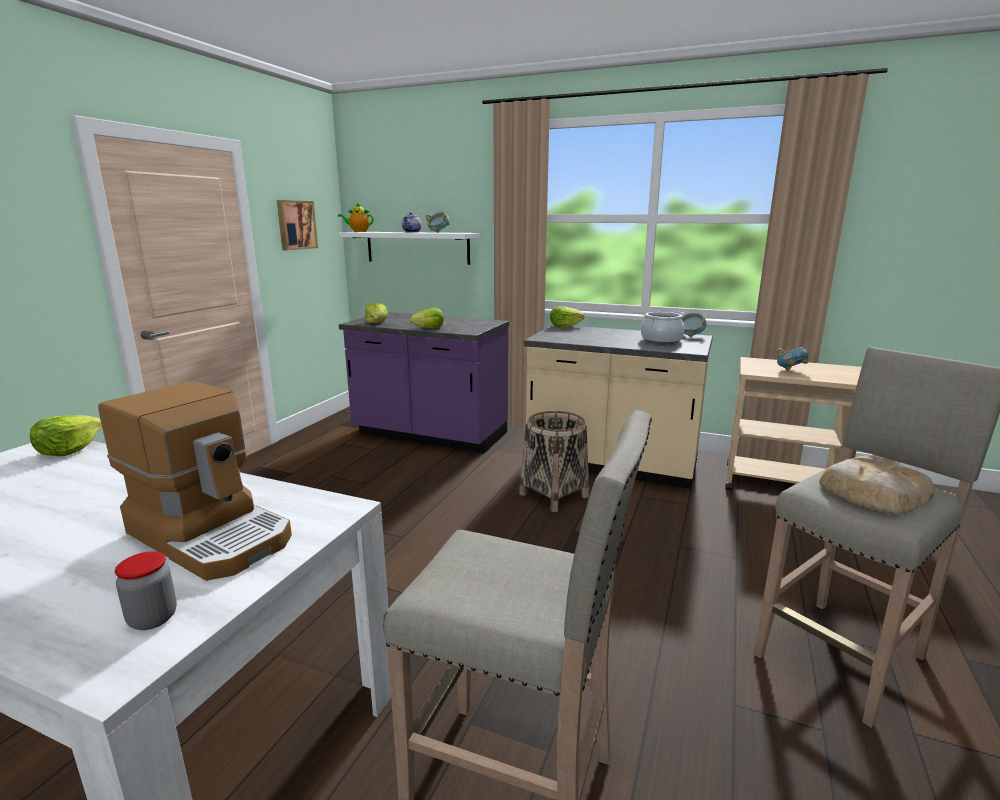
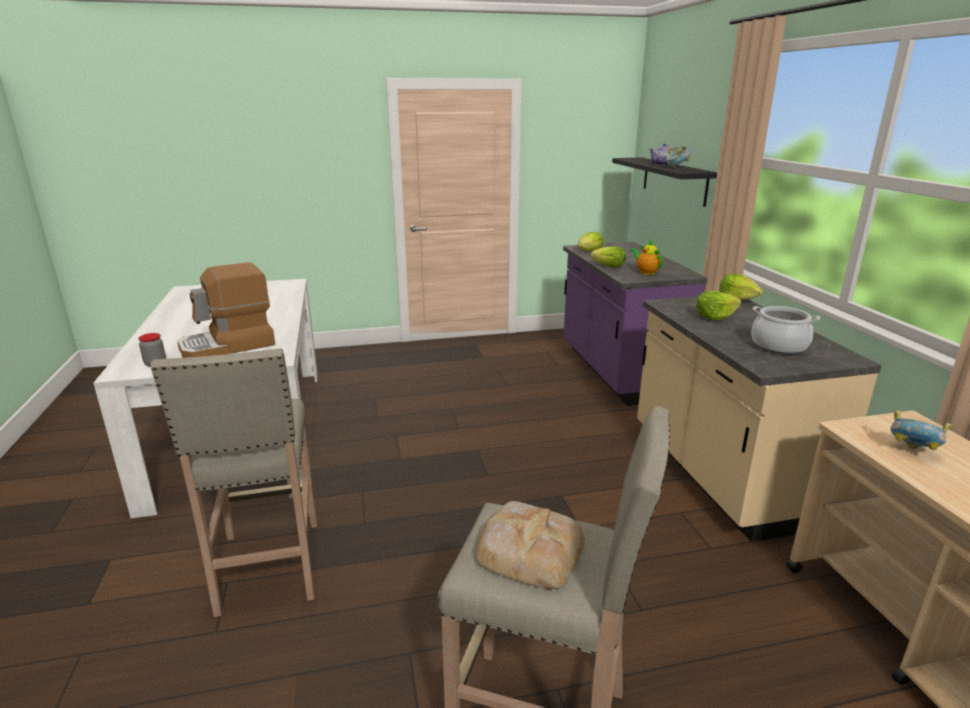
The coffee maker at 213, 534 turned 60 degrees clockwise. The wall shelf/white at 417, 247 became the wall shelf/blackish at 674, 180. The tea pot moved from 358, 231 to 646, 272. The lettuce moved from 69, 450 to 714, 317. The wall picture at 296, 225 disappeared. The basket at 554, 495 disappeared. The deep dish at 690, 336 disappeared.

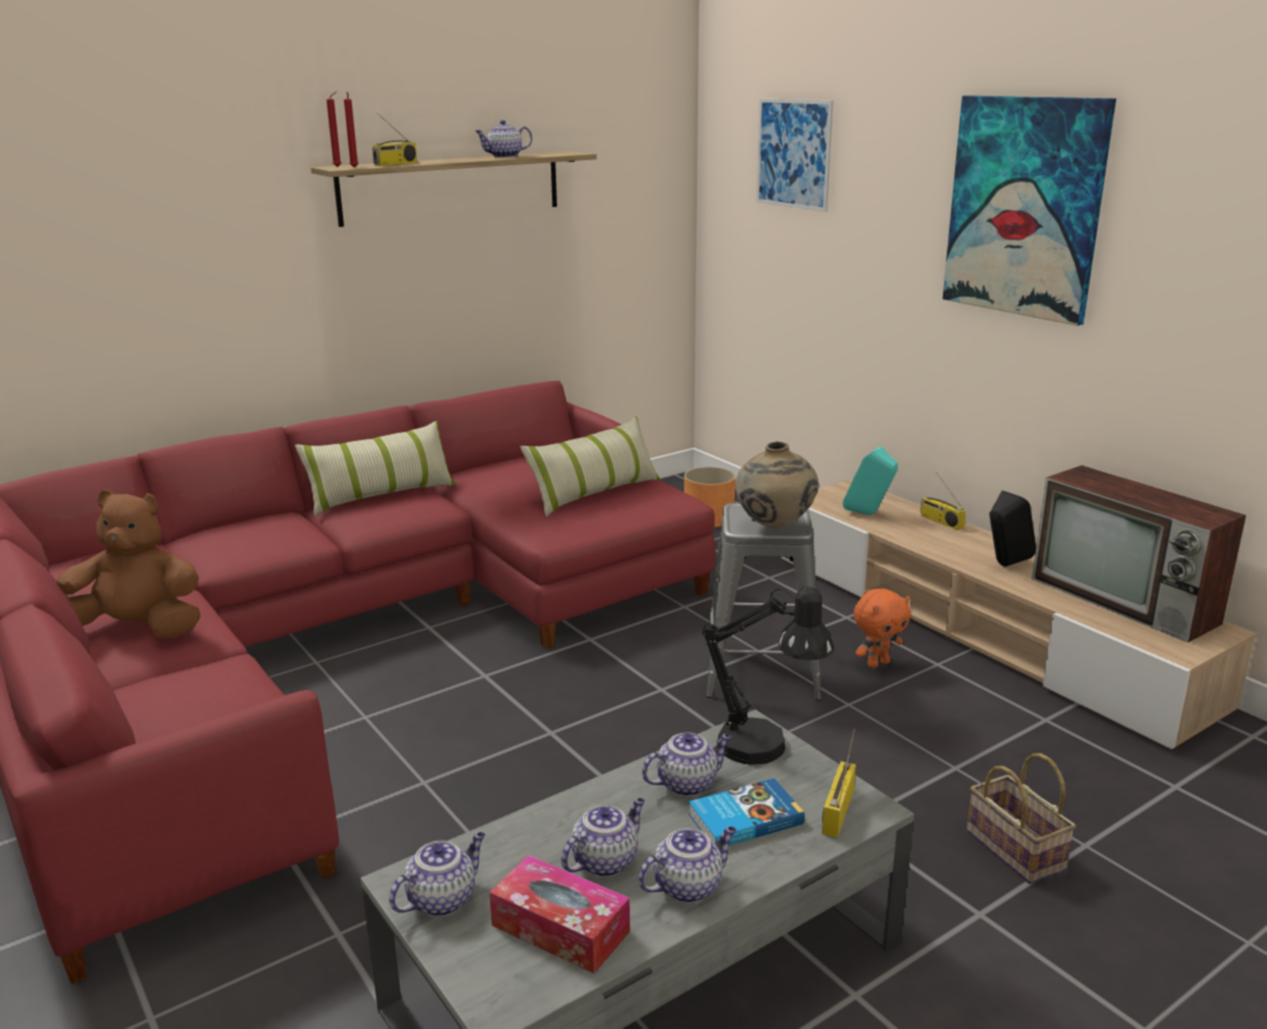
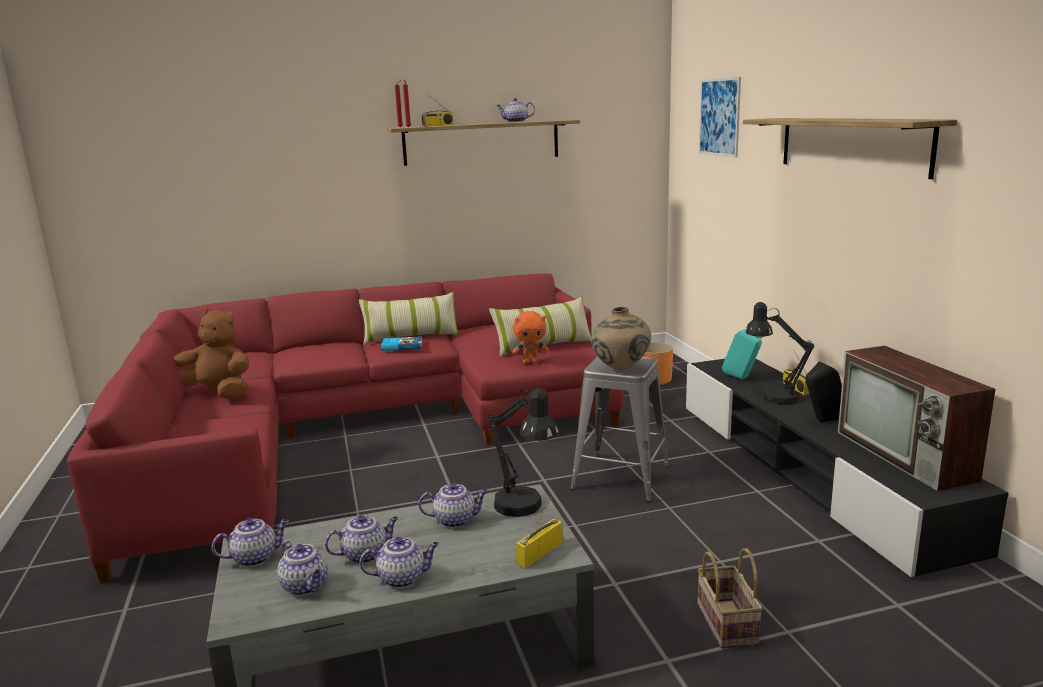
The tissue holder at 560, 928 was replaced by the tea pot at 306, 586. The book moved from 744, 818 to 401, 346. The plush toy/orange moved from 877, 663 to 531, 362. The tv unit/beige at 980, 628 became the tv unit/blackish at 810, 471. The wall picture at 1024, 207 was replaced by the wall shelf at 851, 144. The tabletop lamp/blackish at 773, 396 appeared.

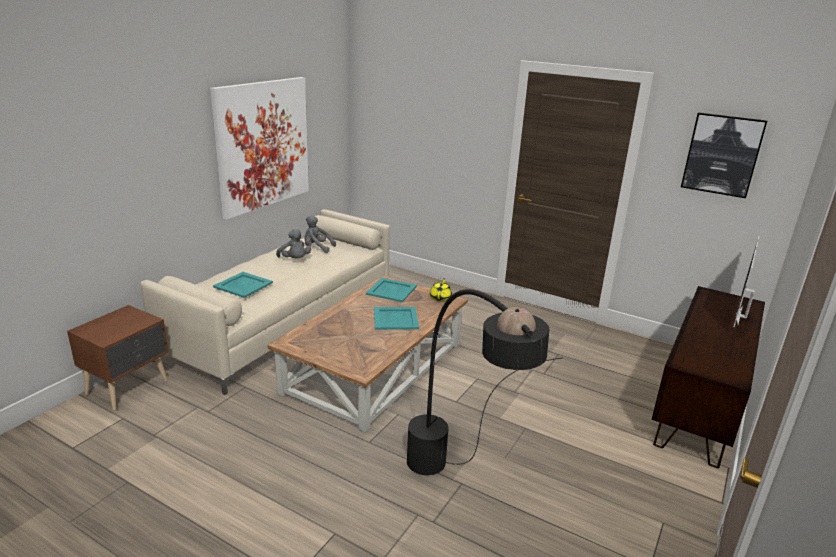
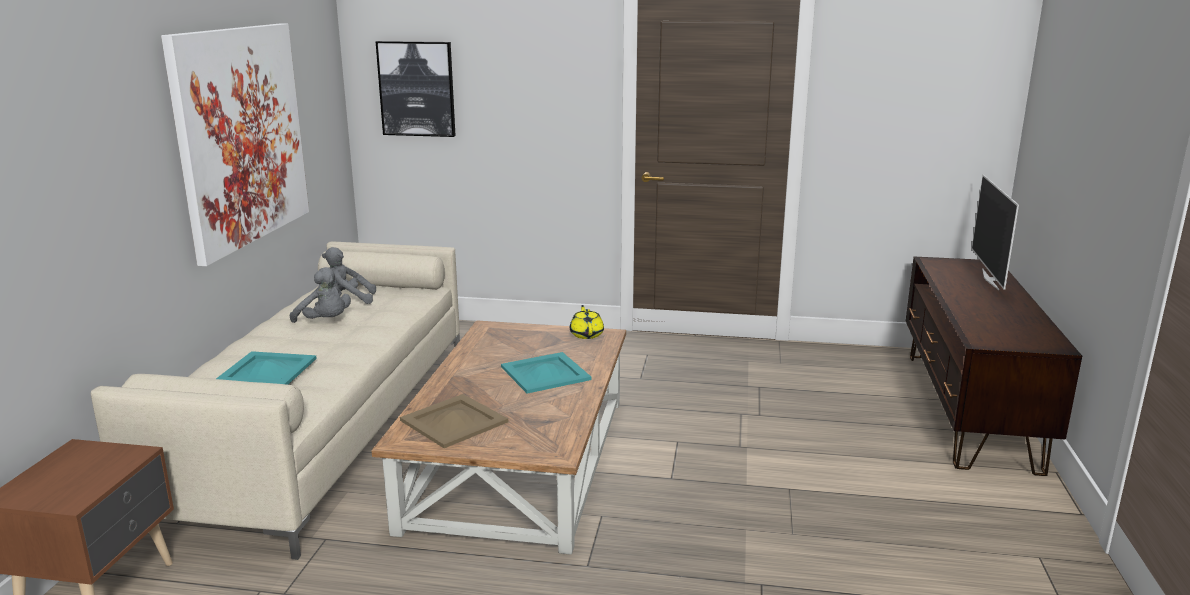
The wall picture moved from 722, 155 to 417, 89. The tray/beige at 454, 422 appeared. The tray/turquoise-coloured at 391, 290 disappeared. The standard lamp/blackish at 465, 490 disappeared.

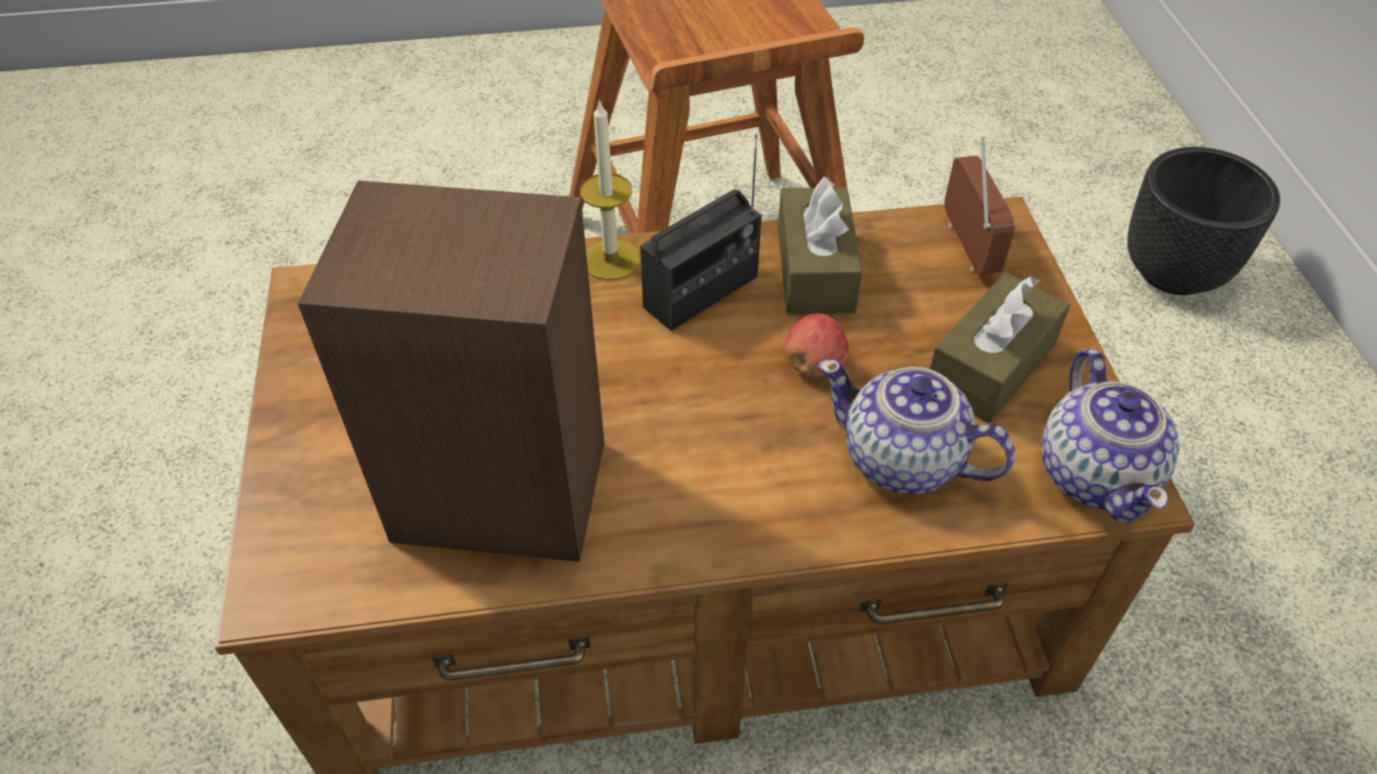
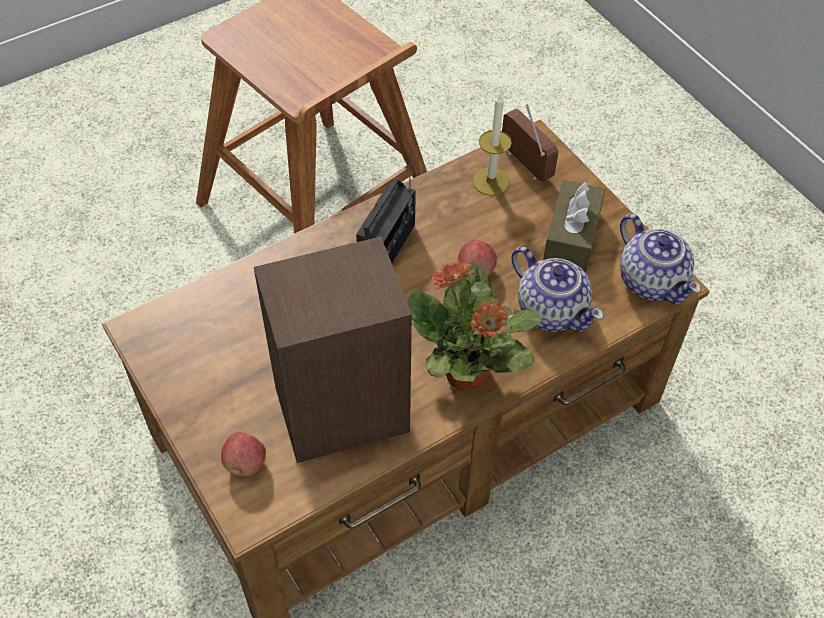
The apple fruit at 246, 463 appeared. The plant in a pot at 467, 374 appeared. The wax light moved from 611, 260 to 491, 181. The tea pot at 903, 460 turned 135 degrees counterclockwise. The tissue holder/brown-coloured at 815, 270 disappeared. The plant pot/blackish at 1175, 273 disappeared.

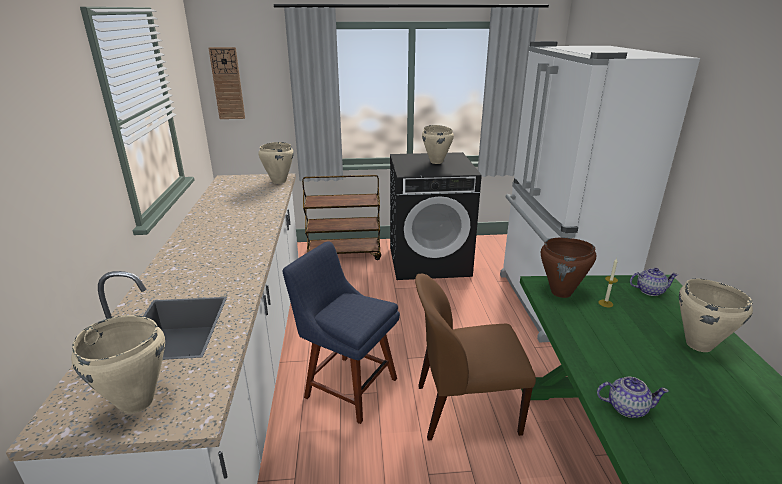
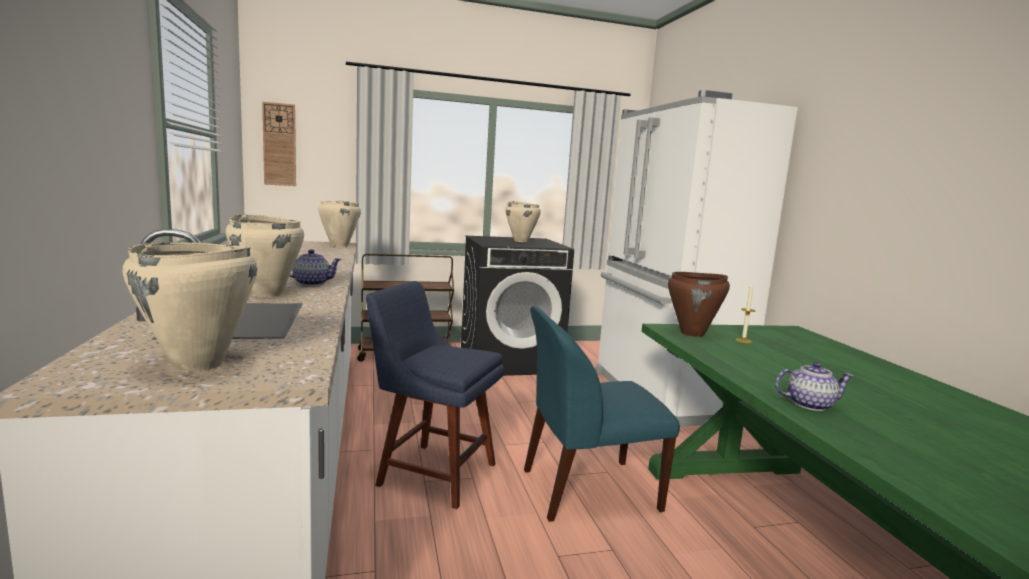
The cooking pot/beige moved from 698, 344 to 267, 293. The tea pot moved from 649, 291 to 311, 283. The chair/brown-coloured at 464, 409 became the chair/bluish at 586, 490.

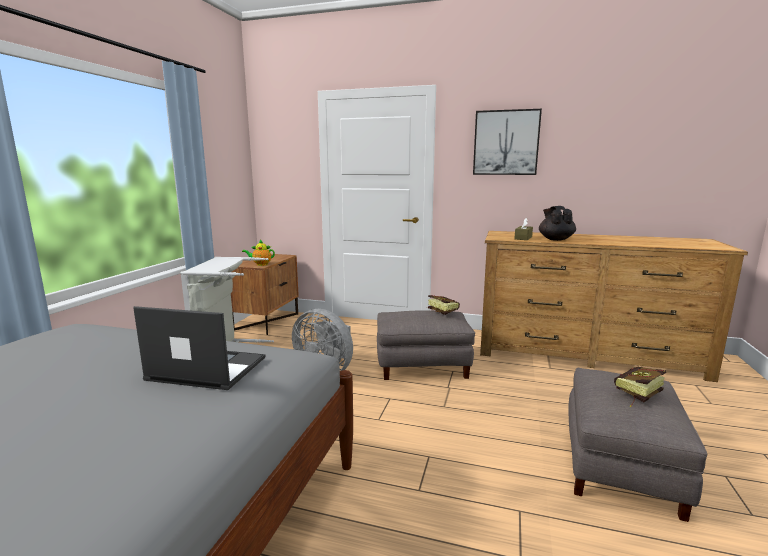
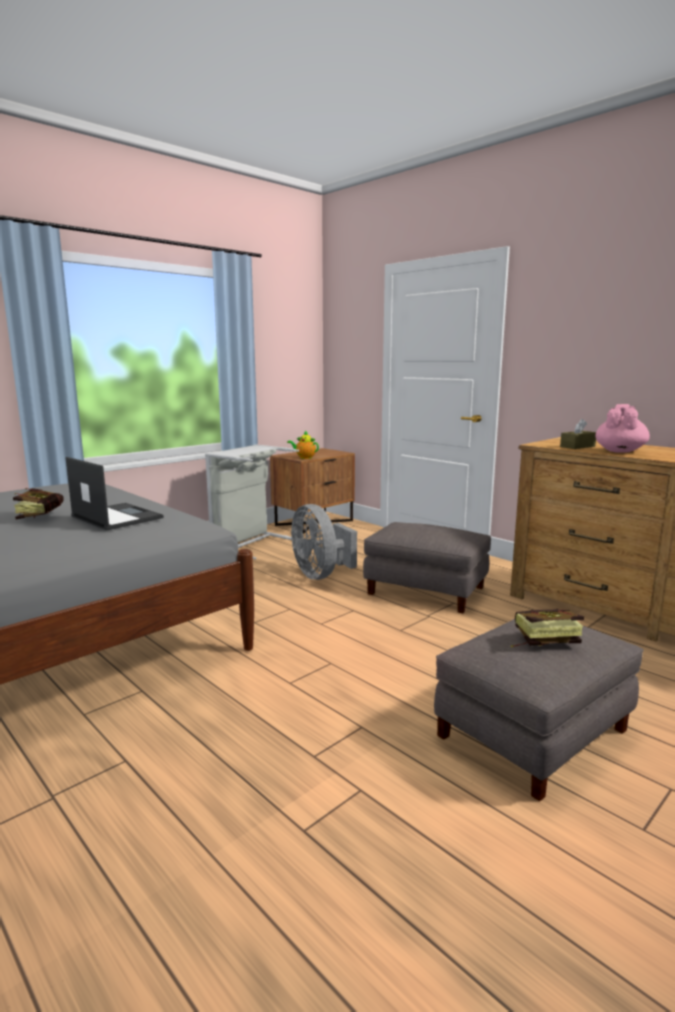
The book moved from 440, 311 to 43, 516. The tea pot/blackish at 555, 239 became the tea pot/pink at 619, 451. The wall picture at 506, 143 disappeared.

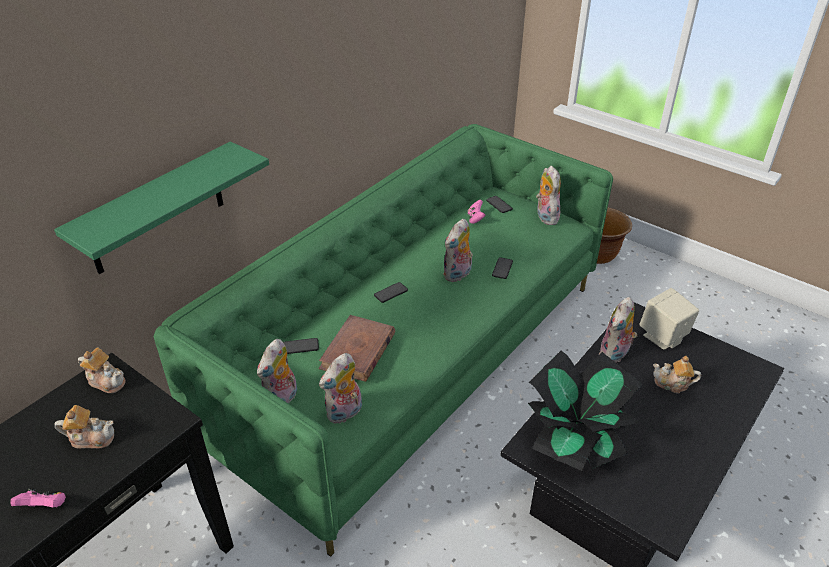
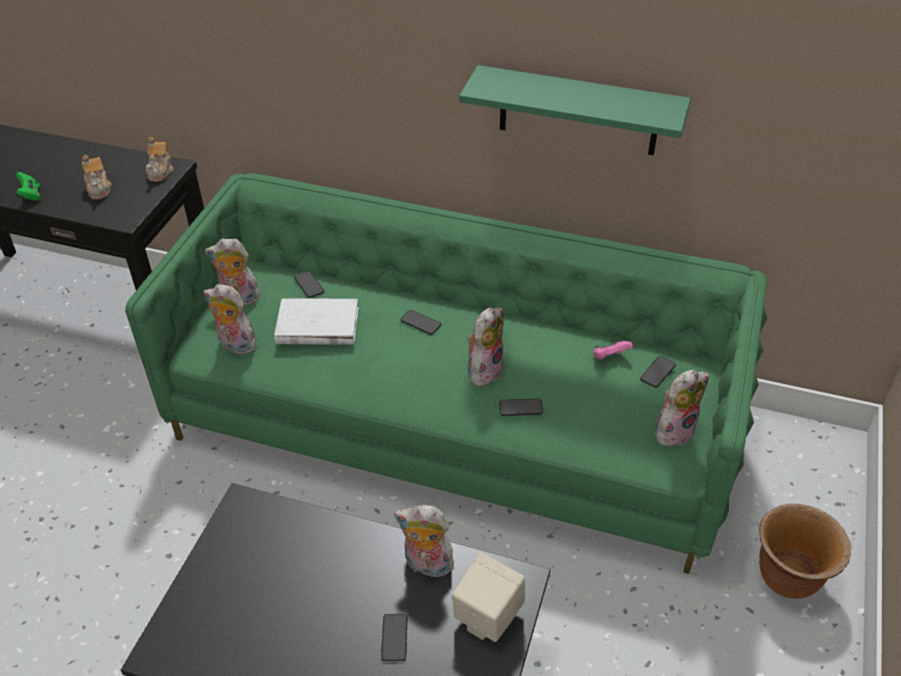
The joypad/pink at 45, 507 became the joypad/green at 31, 195. The book/brown-coloured at 358, 351 became the book/white at 317, 326. The tea pot at 672, 384 was replaced by the telephone at 394, 638. The wall shelf/green moved from 156, 209 to 578, 111. The plush toy at 458, 275 turned 105 degrees clockwise. The plant in a pot at 576, 438 disappeared.

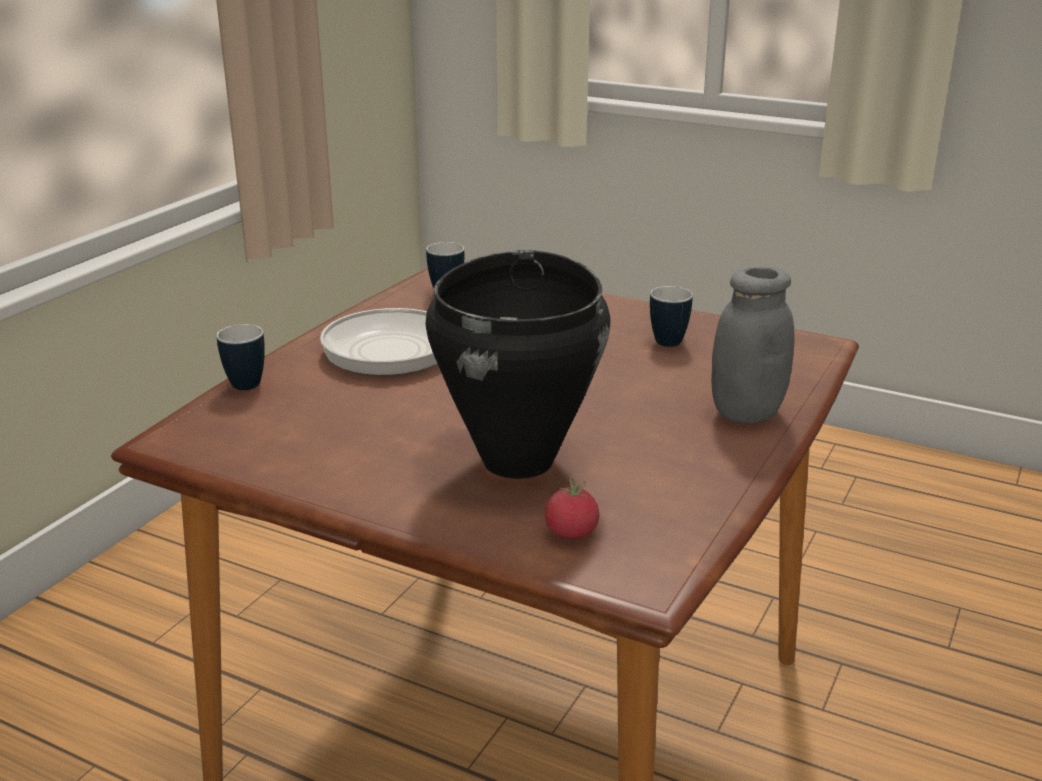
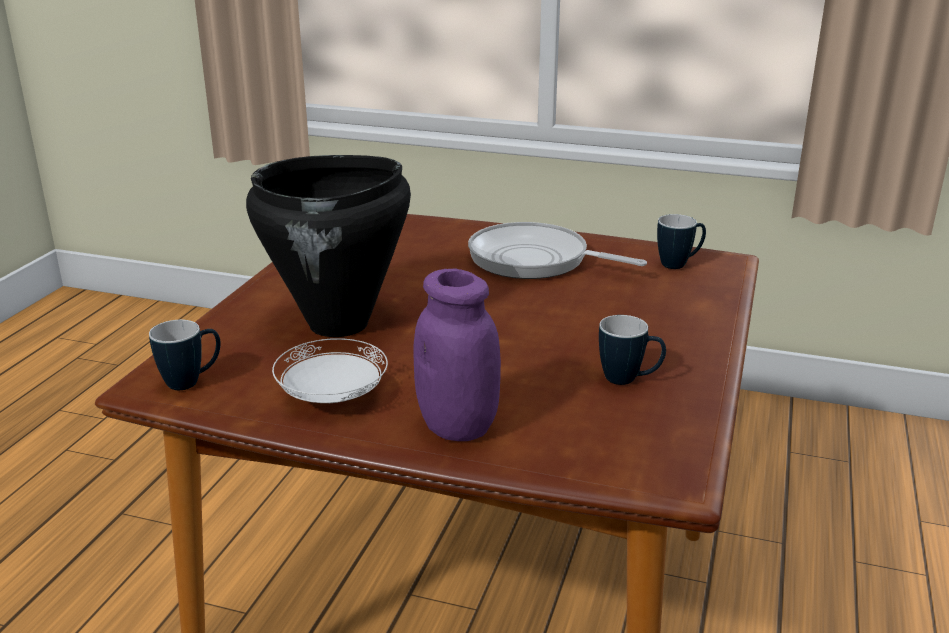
The mug moved from 244, 381 to 192, 381. The plate/white at 333, 397 appeared. The preserve jar/greyish at 746, 412 became the preserve jar/purple-coloured at 457, 426. The tomato at 571, 533 disappeared.

